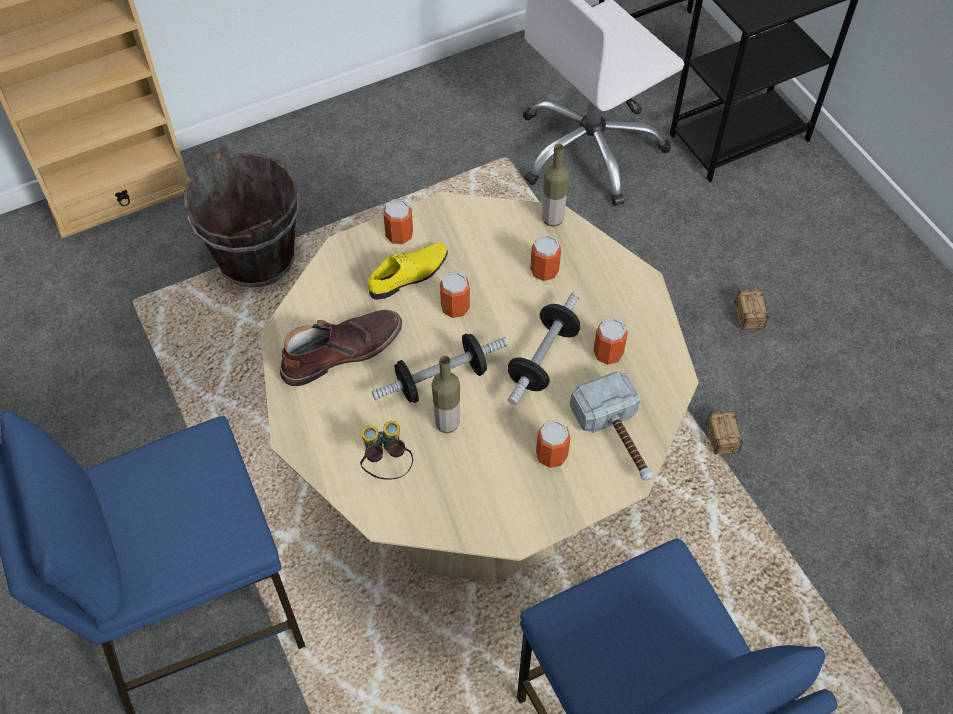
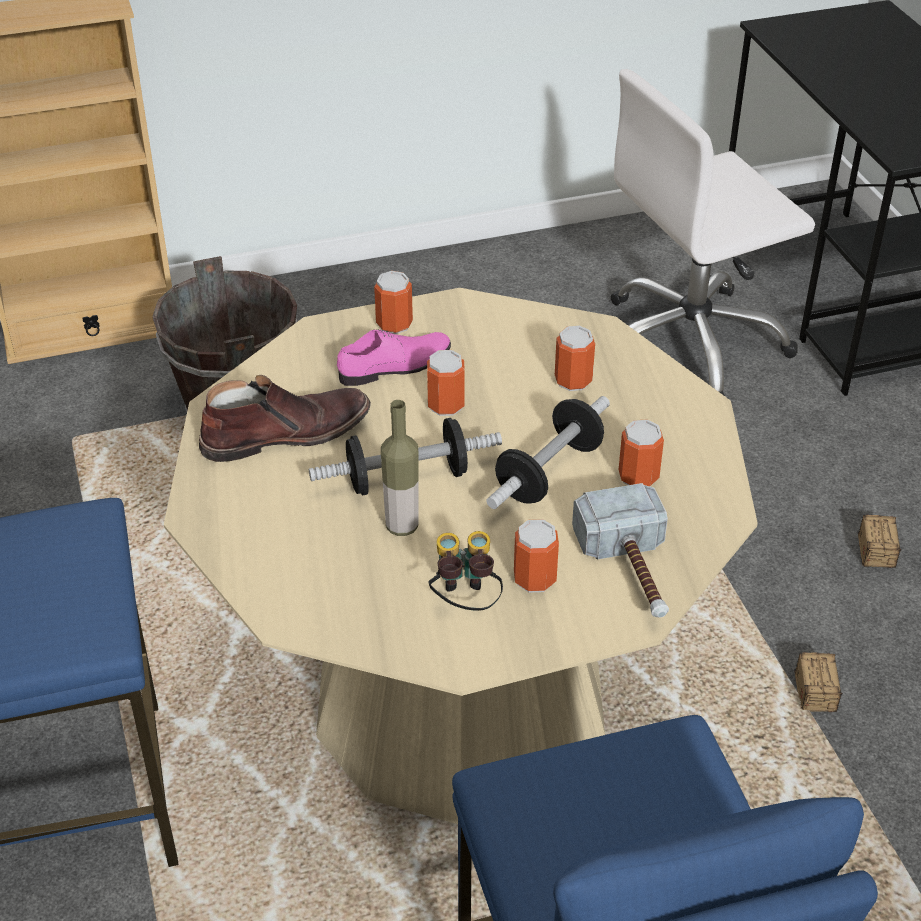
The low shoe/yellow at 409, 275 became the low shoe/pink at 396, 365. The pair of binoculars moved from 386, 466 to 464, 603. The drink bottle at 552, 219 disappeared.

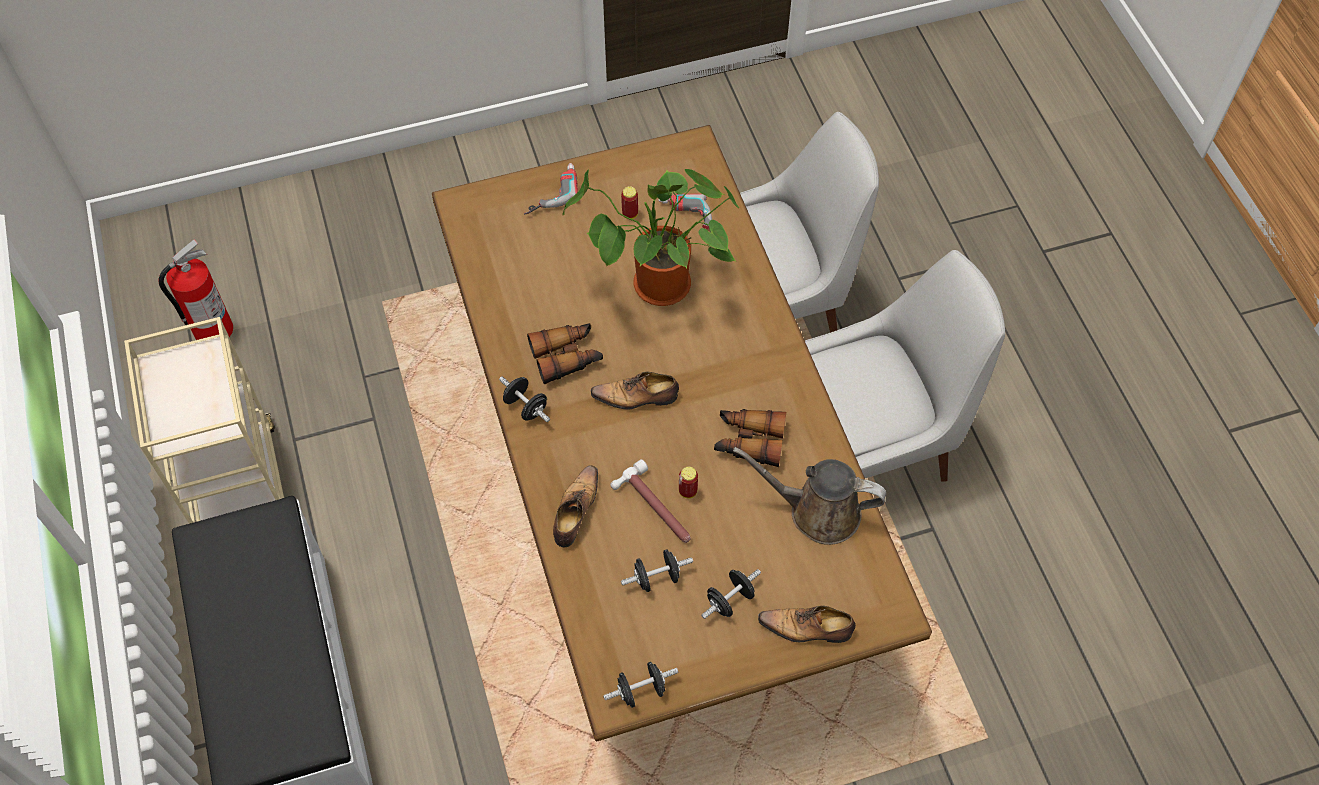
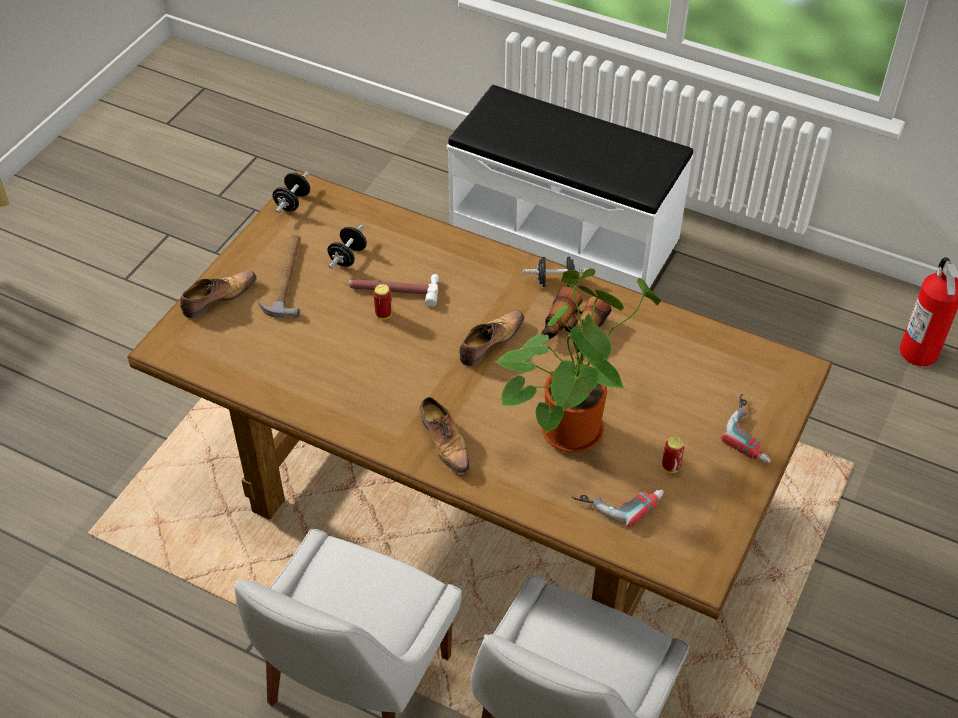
The hand weight/blackish at 730, 600 was replaced by the tool hammer at 286, 278. The low shoe moved from 575, 511 to 445, 442. The trolley/beige at 241, 489 disappeared. The pair of binoculars at 749, 441 disappeared. The sprinkling can/brown-coloured at 817, 511 disappeared.

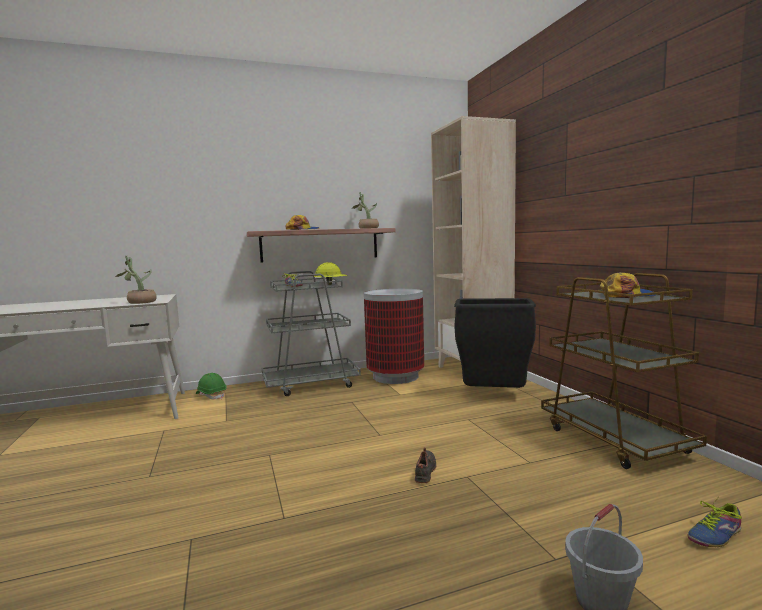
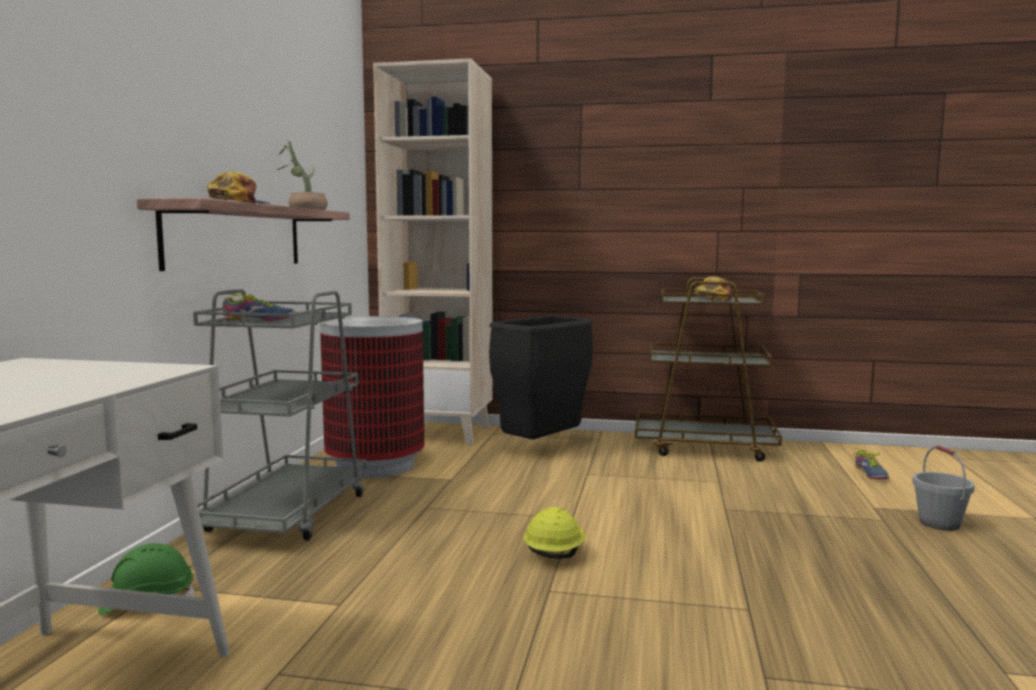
The hard hat/yellow moved from 331, 284 to 553, 555. The plant in a pot at 139, 302 disappeared. The low shoe/blackish at 426, 471 disappeared.

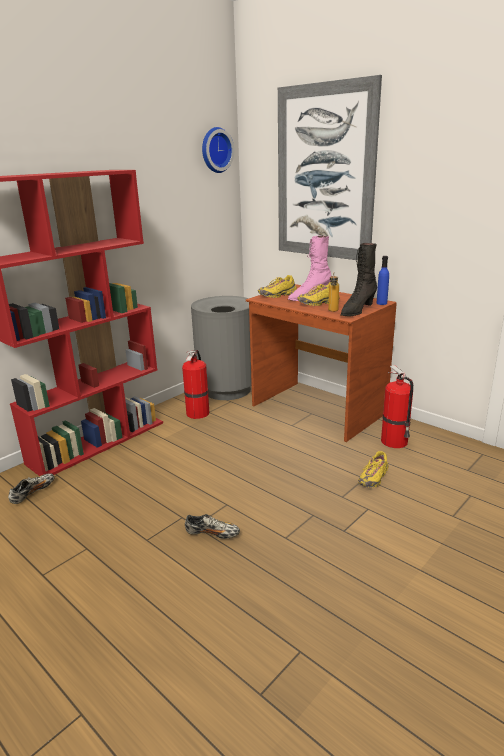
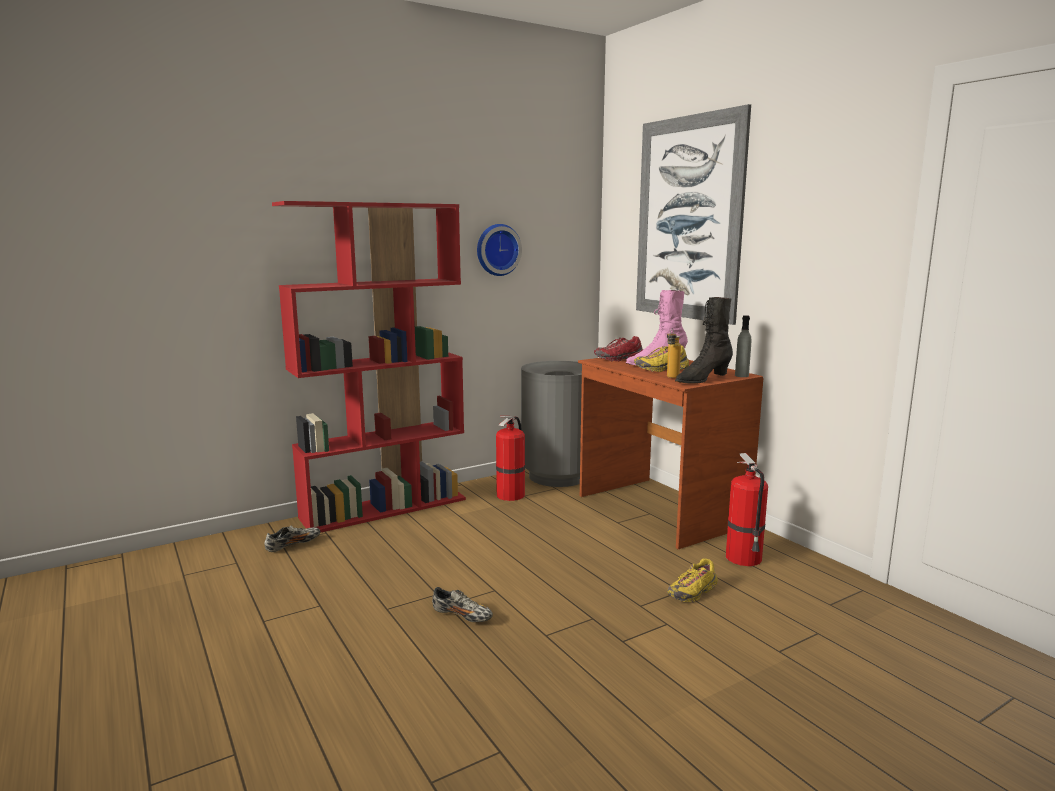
The clock on the wall moved from 215, 150 to 497, 250. The low shoe/yellow at 278, 295 became the low shoe/red-coloured at 619, 359. The drink bottle/bluish at 381, 303 became the drink bottle/greyish at 741, 375.

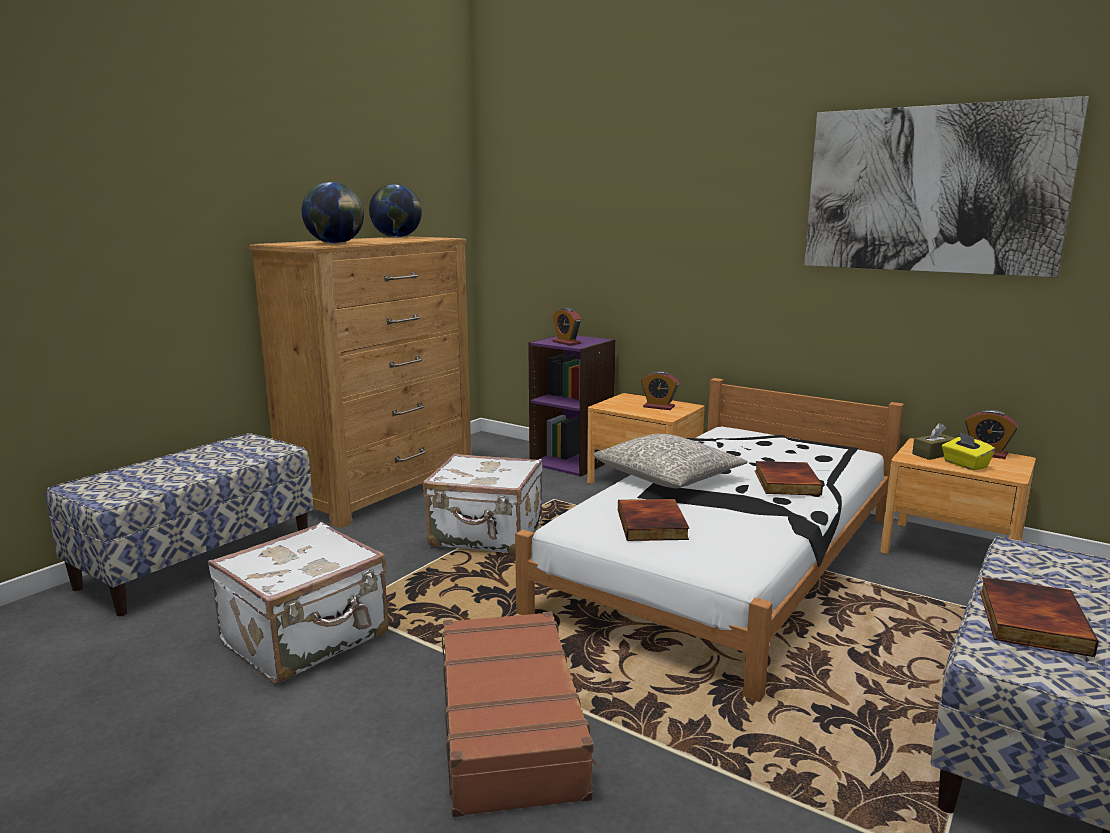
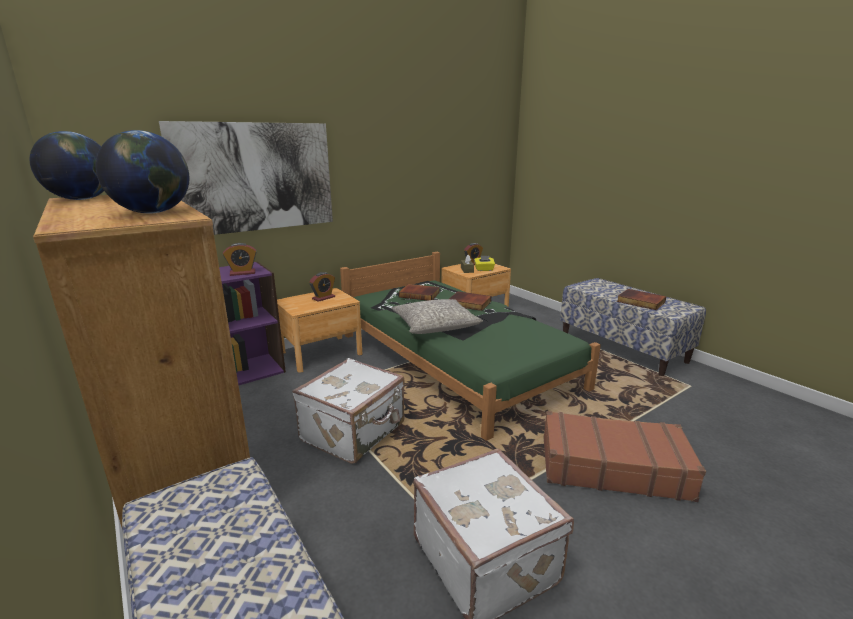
The wall picture moved from 931, 190 to 255, 177. The bedroom bed/white at 726, 561 became the bedroom bed/green at 454, 359. The book moved from 653, 525 to 420, 294.

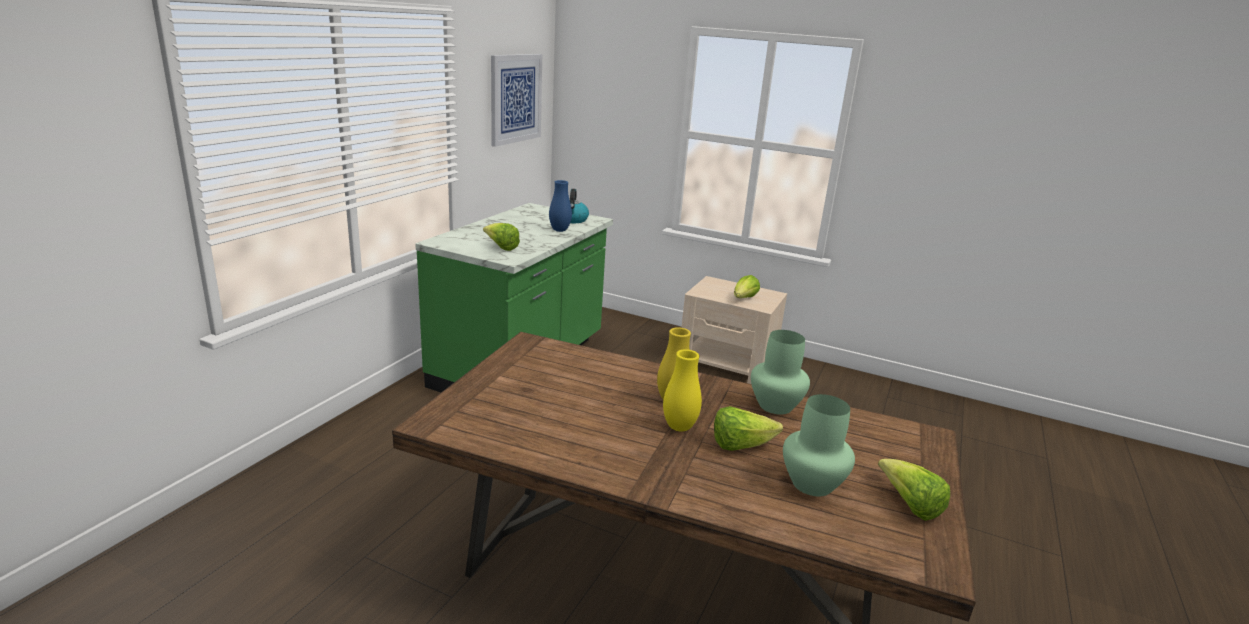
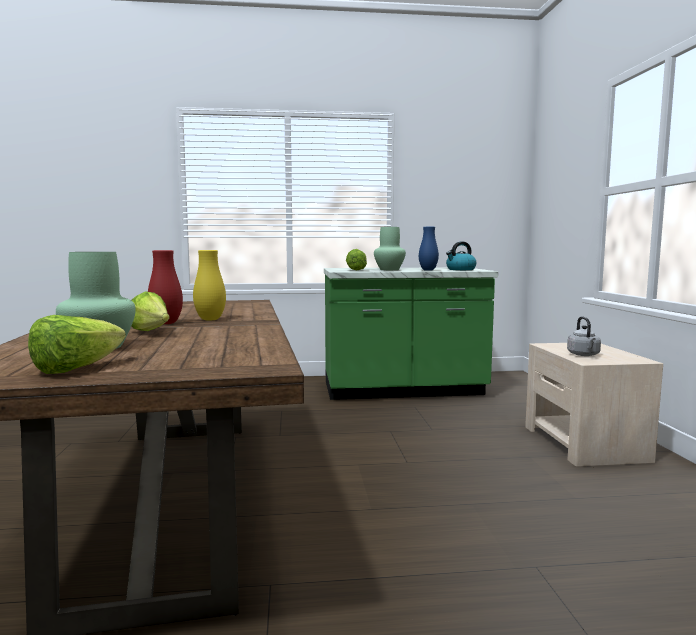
The decorative vase/yellow at 679, 427 became the decorative vase/red-coloured at 166, 323. The decorative vase/green moved from 774, 405 to 389, 269. The lettuce at 744, 299 was replaced by the tea kettle/greyish at 584, 355. The wall picture at 515, 98 disappeared.

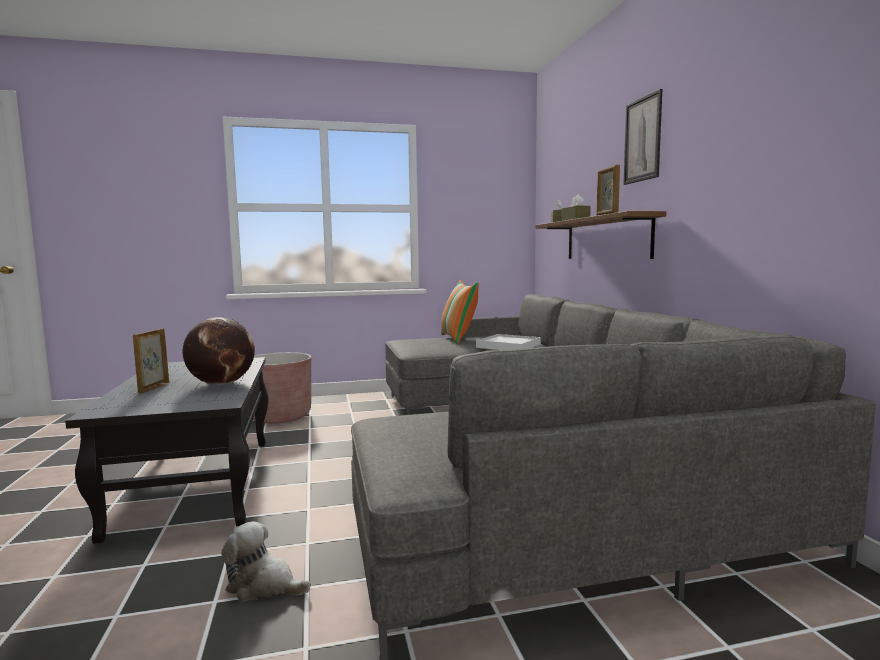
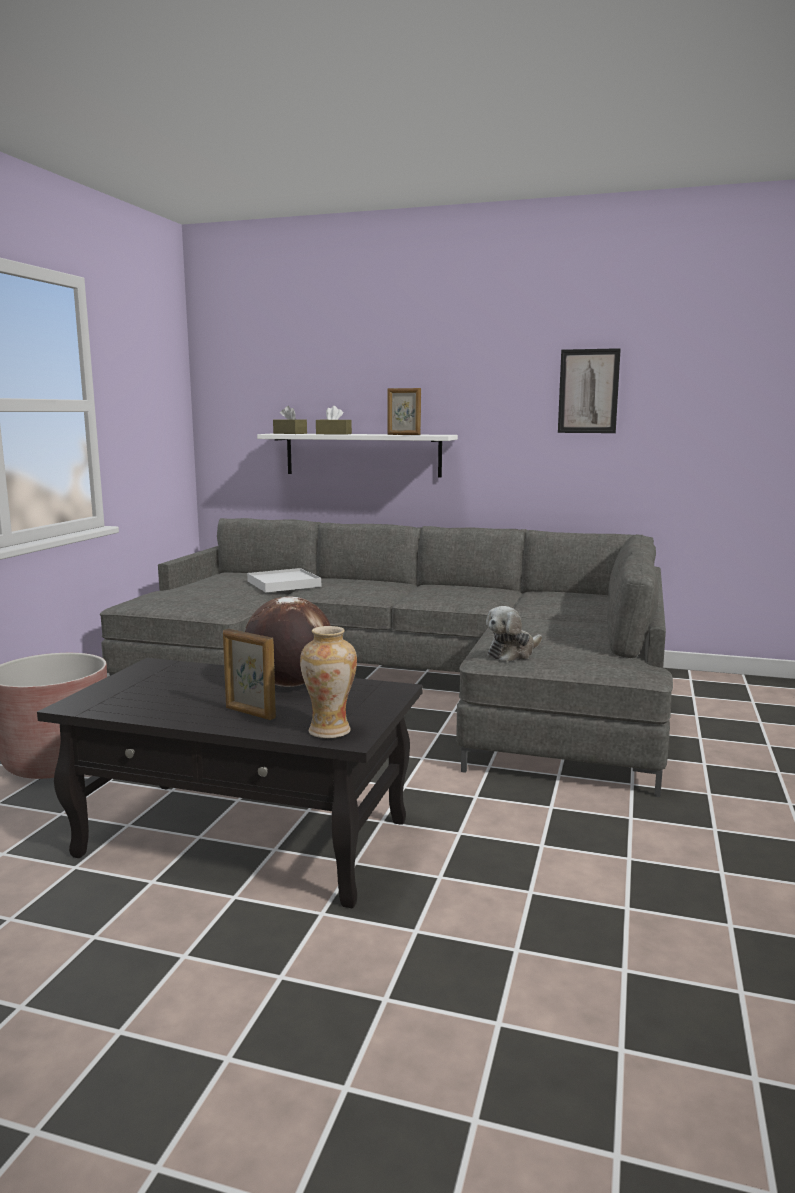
The wall shelf/brown-coloured at 606, 239 became the wall shelf/white at 362, 454. The decorative vase at 329, 731 appeared. The plush toy moved from 264, 585 to 512, 653. The wall picture moved from 642, 139 to 588, 391. The pillow at 458, 338 disappeared.

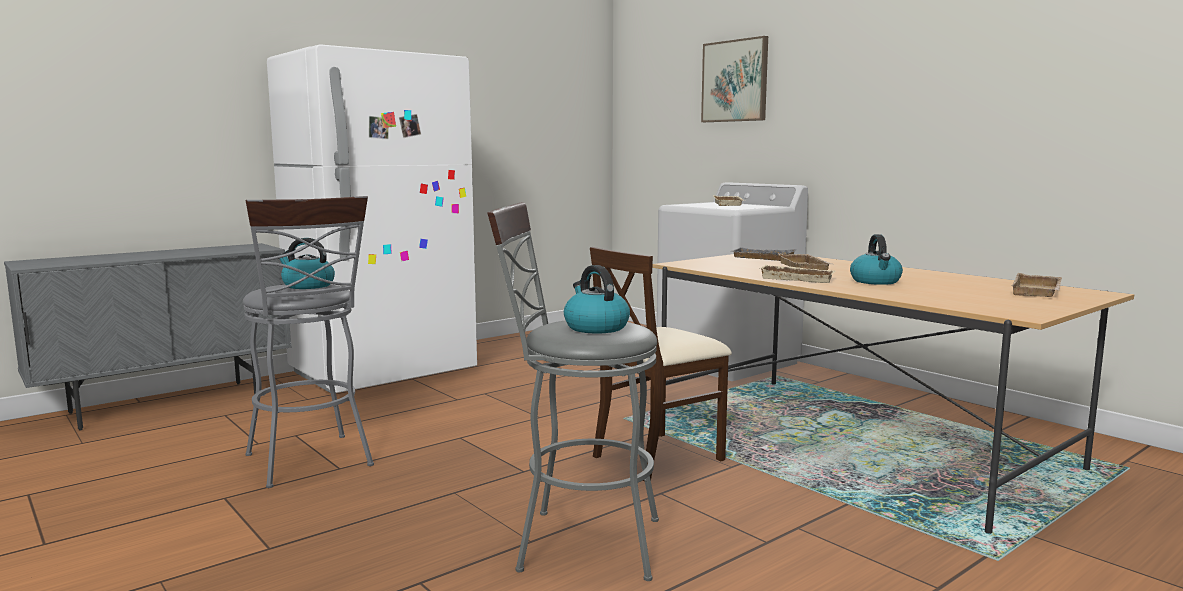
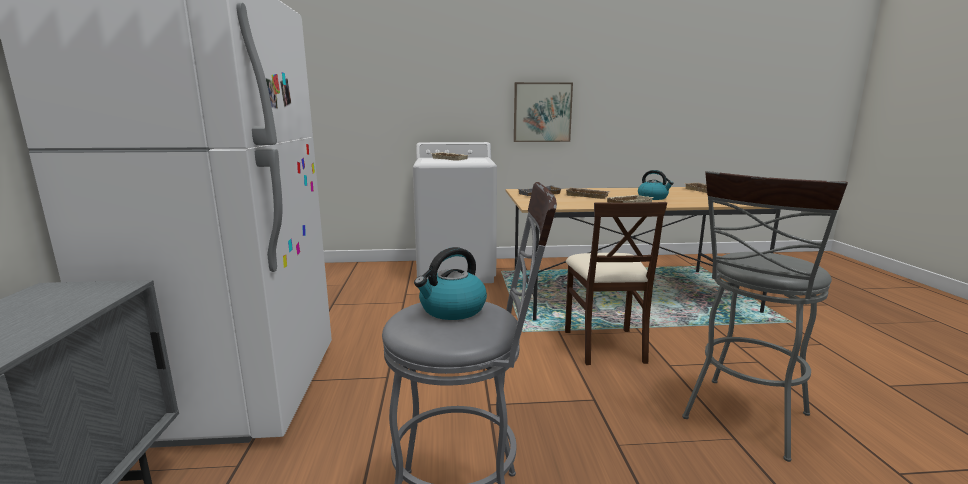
The wall picture moved from 735, 81 to 542, 112. The tea kettle at 595, 327 disappeared.

